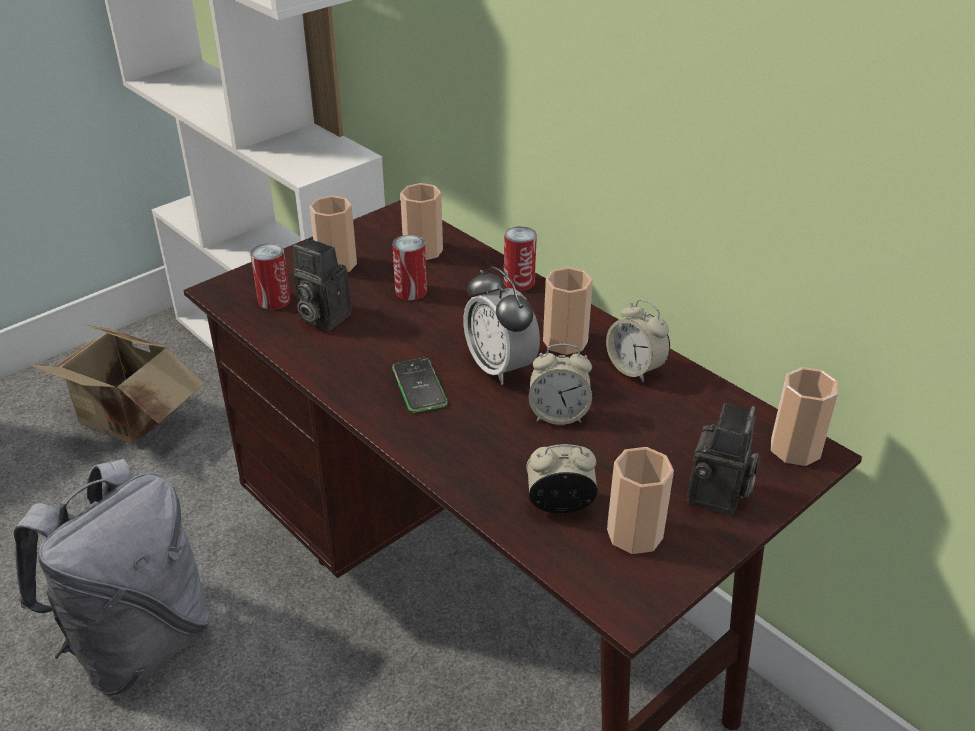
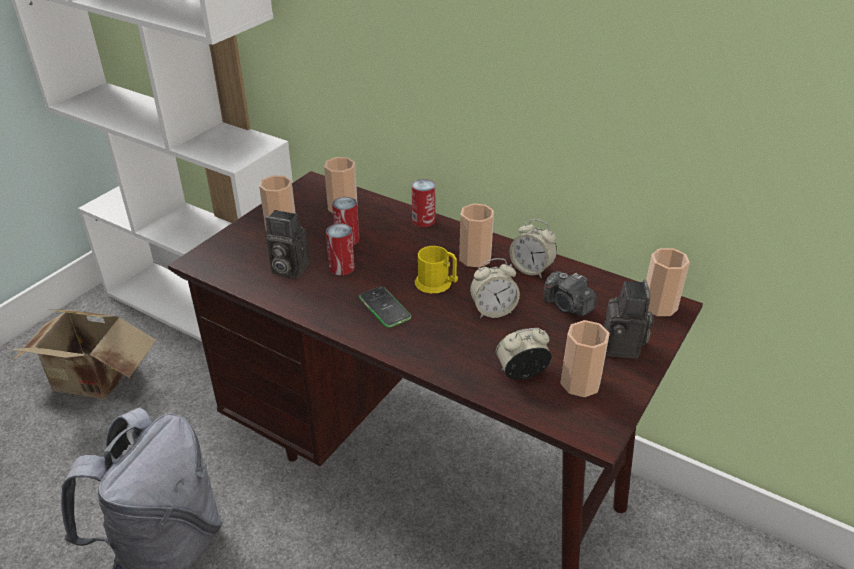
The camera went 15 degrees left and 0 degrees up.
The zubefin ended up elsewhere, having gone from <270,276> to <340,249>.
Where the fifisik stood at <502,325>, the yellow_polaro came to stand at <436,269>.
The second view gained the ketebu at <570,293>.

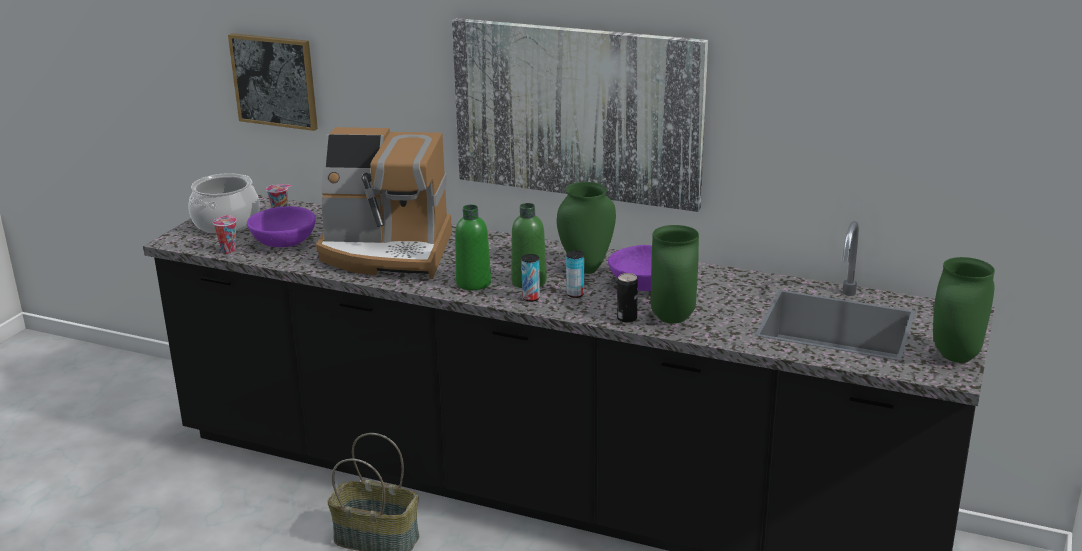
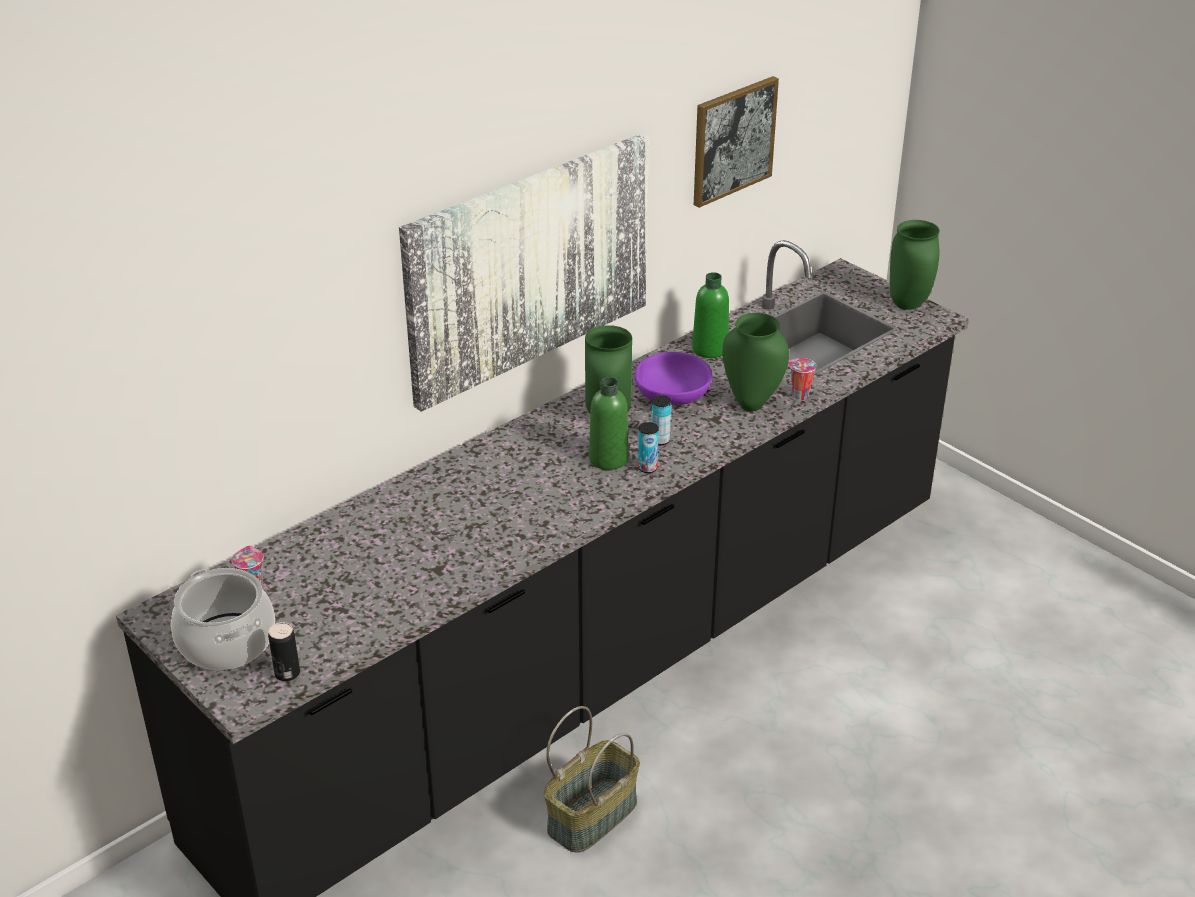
The camera went 65 degrees left and 10 degrees up.
The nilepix ended up elsewhere, having gone from <225,234> to <802,379>.
The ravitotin ended up elsewhere, having gone from <273,82> to <736,142>.
The second view lost the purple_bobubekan at <281,226>.
The second view lost the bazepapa at <384,203>.
The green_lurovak ended up elsewhere, having gone from <473,247> to <710,315>.
The zubefin ended up elsewhere, having gone from <627,298> to <284,651>.

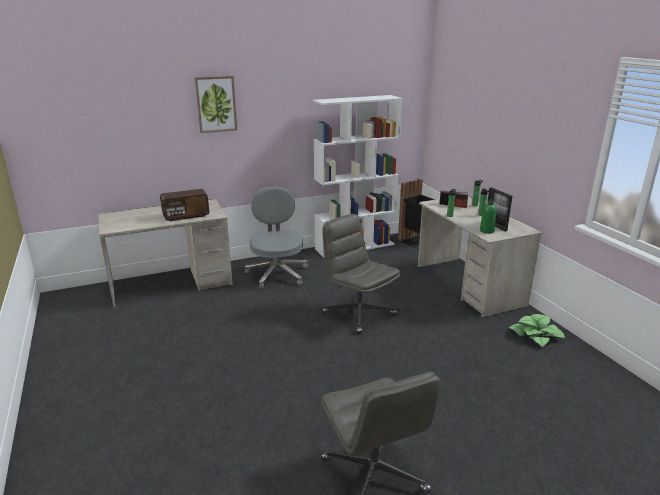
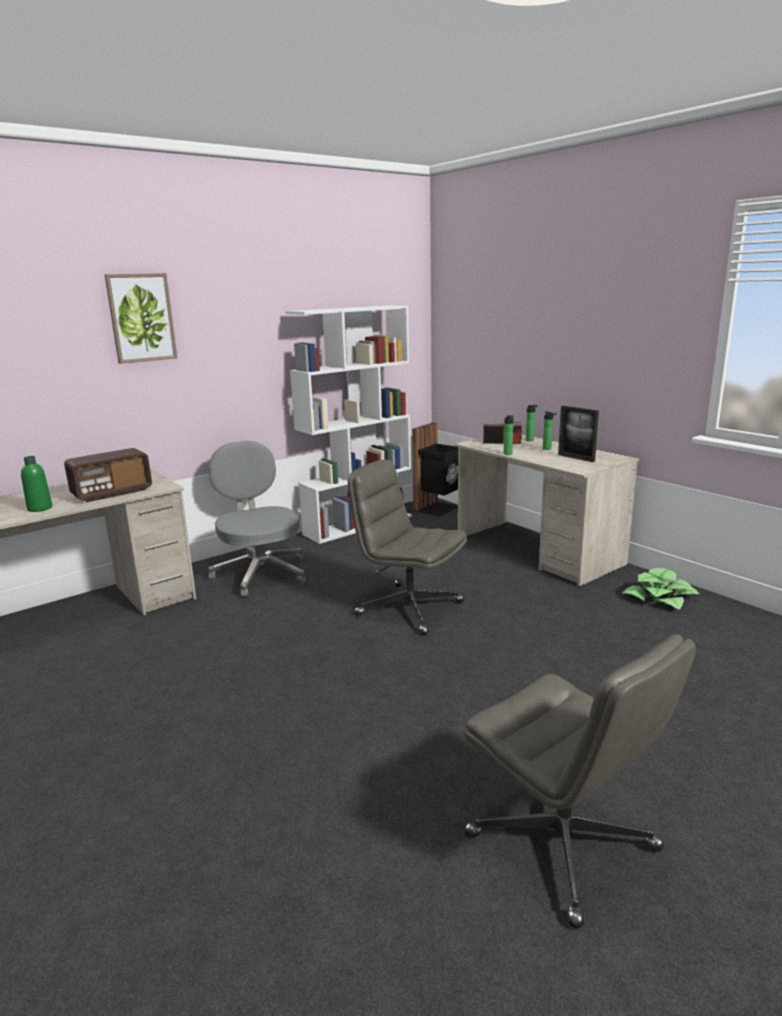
The camera went 15 degrees left and 5 degrees down.
The green_lurovak ended up elsewhere, having gone from <488,216> to <36,484>.

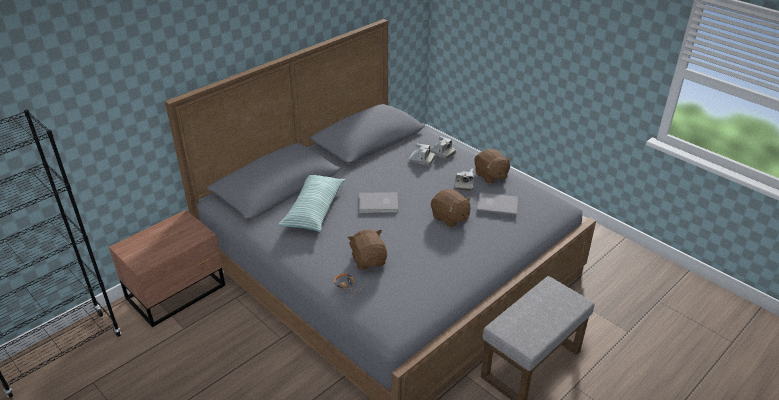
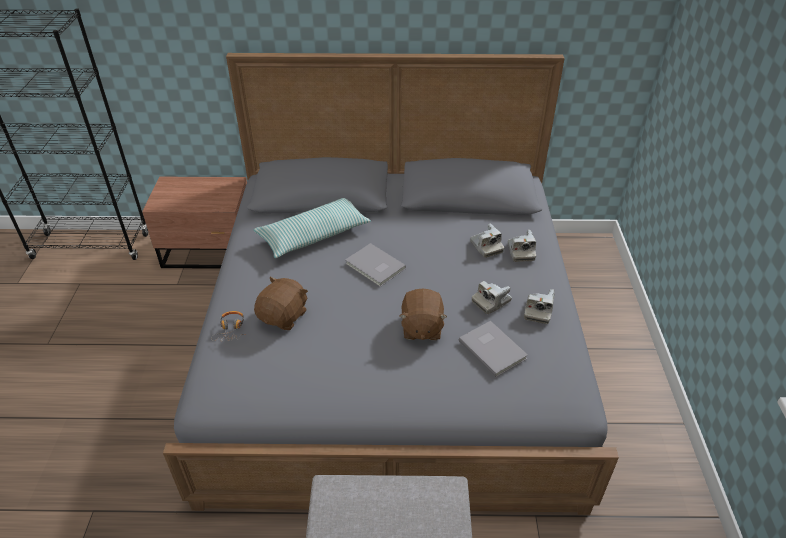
The camera went 45 degrees right and 5 degrees up.
Where the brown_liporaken stood at <493,166>, the ketebu came to stand at <539,306>.

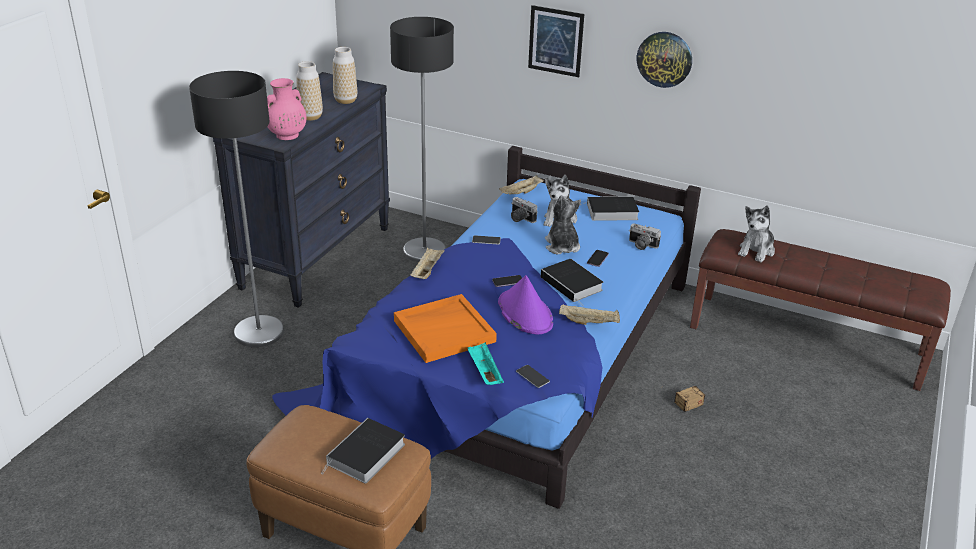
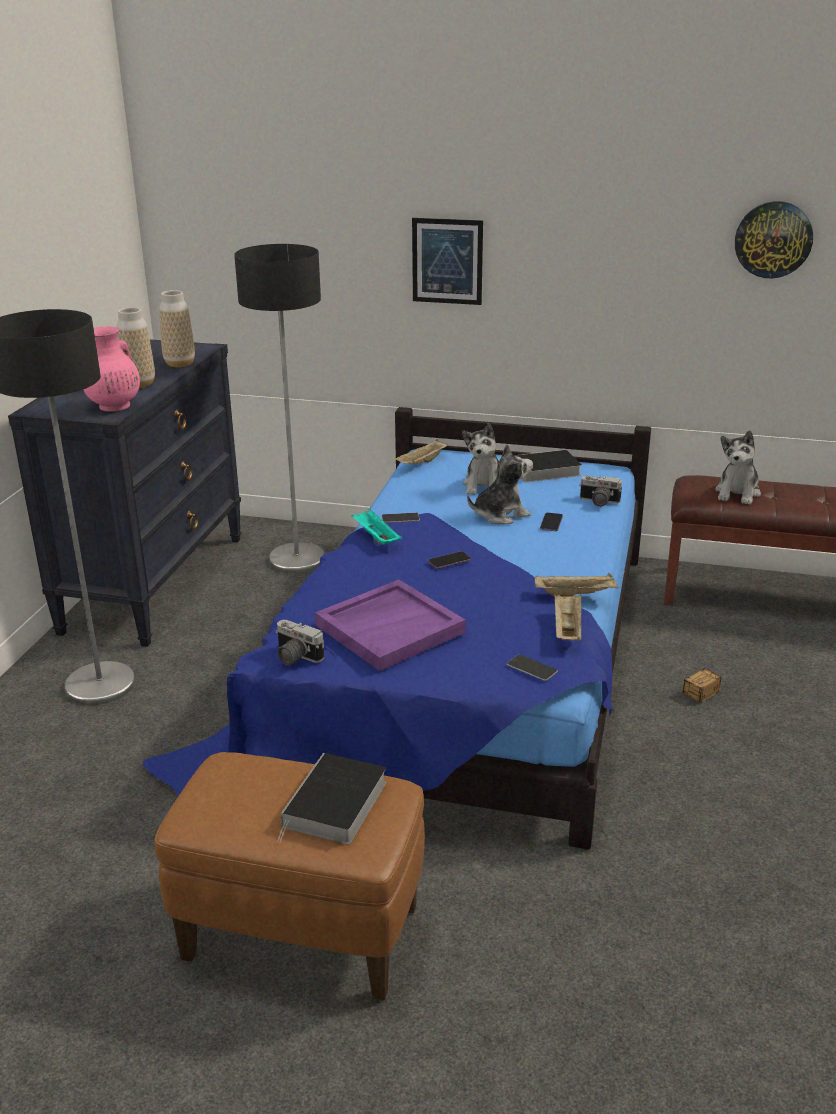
The camera went 10 degrees left and 5 degrees down.
What was the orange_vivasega at <445,328> turned into the purple_vivasega at <390,625>.
The beige_vivasega ended up elsewhere, having gone from <428,263> to <568,617>.
The turquoise_vivasega ended up elsewhere, having gone from <485,363> to <377,527>.
The second view lost the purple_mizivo at <525,305>.
The ketebu ended up elsewhere, having gone from <524,210> to <299,642>.
The second view lost the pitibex at <572,282>.
The liporaken at <563,224> ended up facing another way, 90 degrees clockwise from before.
The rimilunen ended up elsewhere, having gone from <664,60> to <774,240>.

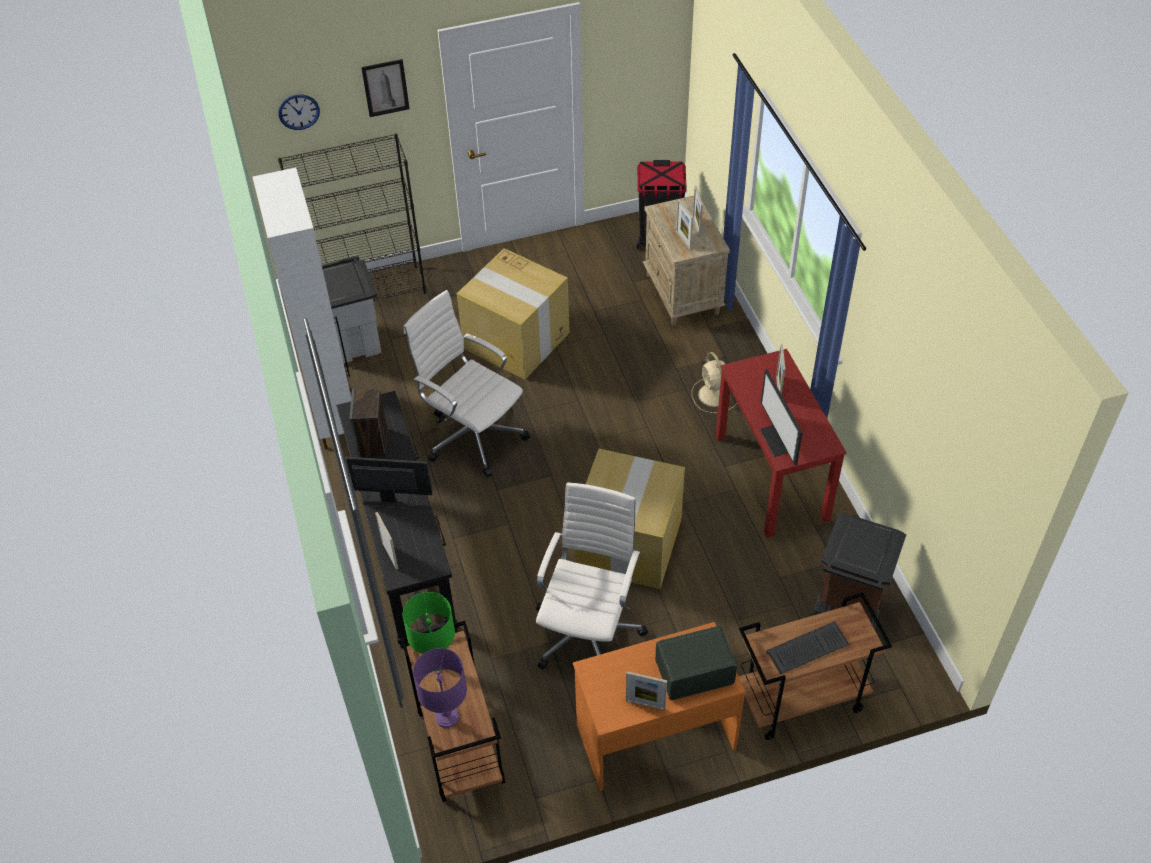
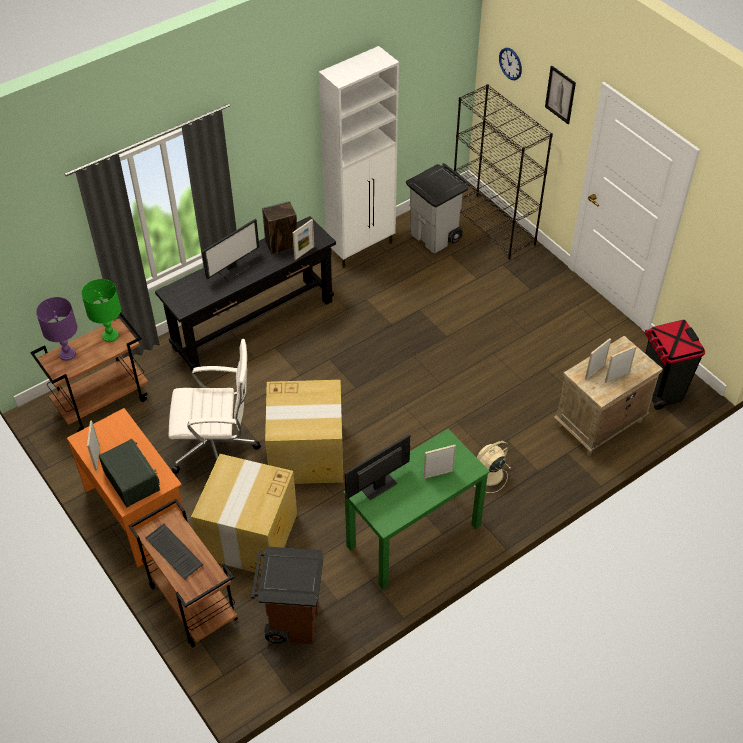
The camera went 70 degrees right and 0 degrees up.
The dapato at <388,483> ended up facing another way, 60 degrees clockwise from before.
The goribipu ended up elsewhere, having gone from <386,541> to <303,239>.
The second view lost the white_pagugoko at <466,383>.
The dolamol ended up elsewhere, having gone from <513,314> to <244,514>.
What was the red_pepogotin at <781,443> turned into the green_pepogotin at <416,509>.

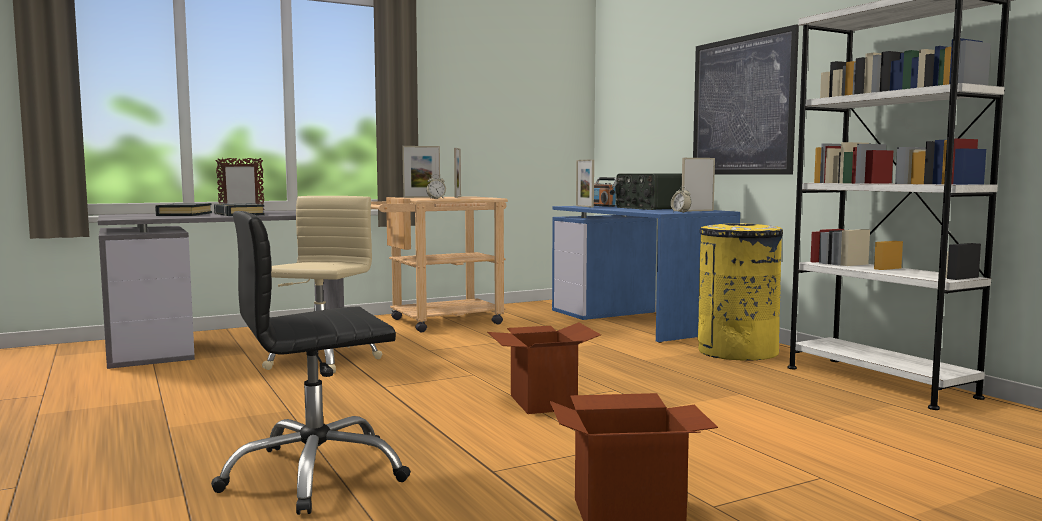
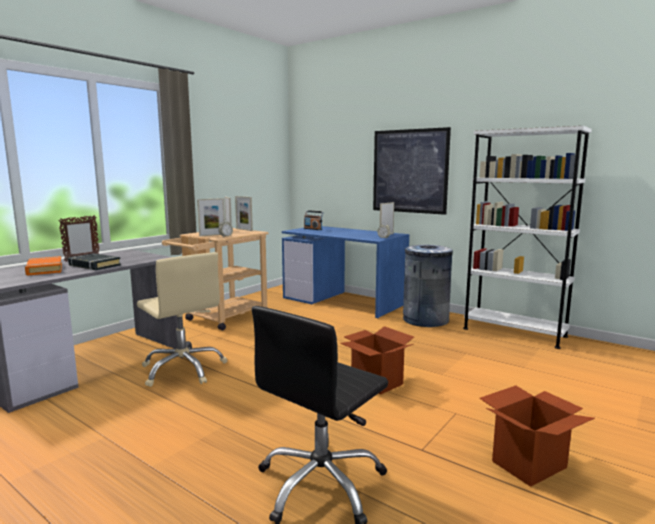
The camera went 25 degrees left and 5 degrees up.
What was the black_pitibex at <183,209> turned into the orange_pitibex at <43,265>.
The beige_pagugoko at <322,284> ended up facing another way, 150 degrees clockwise from before.
The goribipu ended up elsewhere, having gone from <585,183> to <244,213>.
The second view lost the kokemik at <648,191>.
What was the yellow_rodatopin at <740,292> turned into the grey_rodatopin at <428,286>.

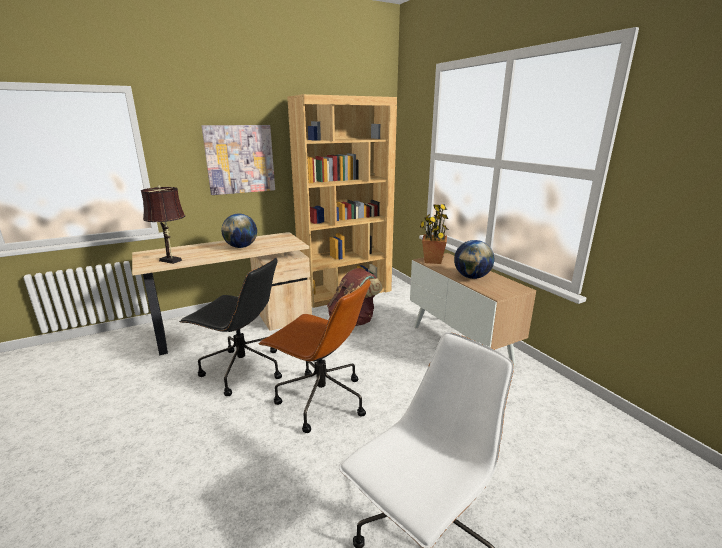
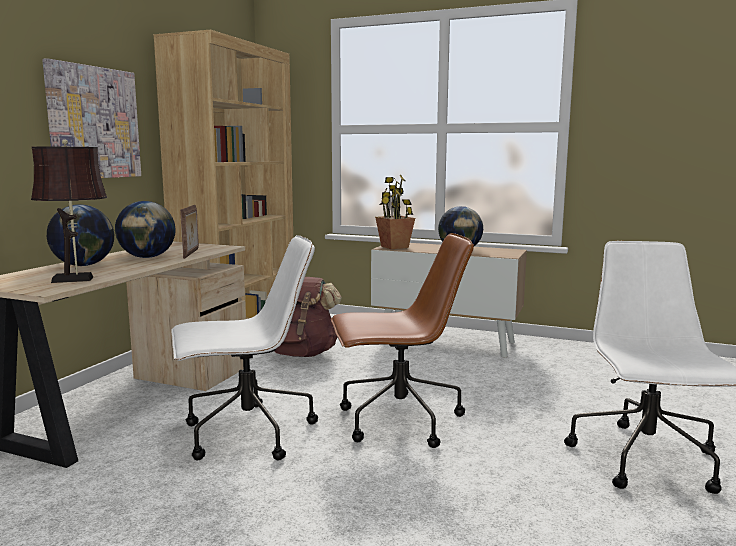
The camera went 40 degrees left and 10 degrees down.
What was the black_pagugoko at <230,326> turned into the white_pagugoko at <244,348>.
The second view gained the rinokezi at <80,235>.
The second view gained the goribipu at <189,232>.

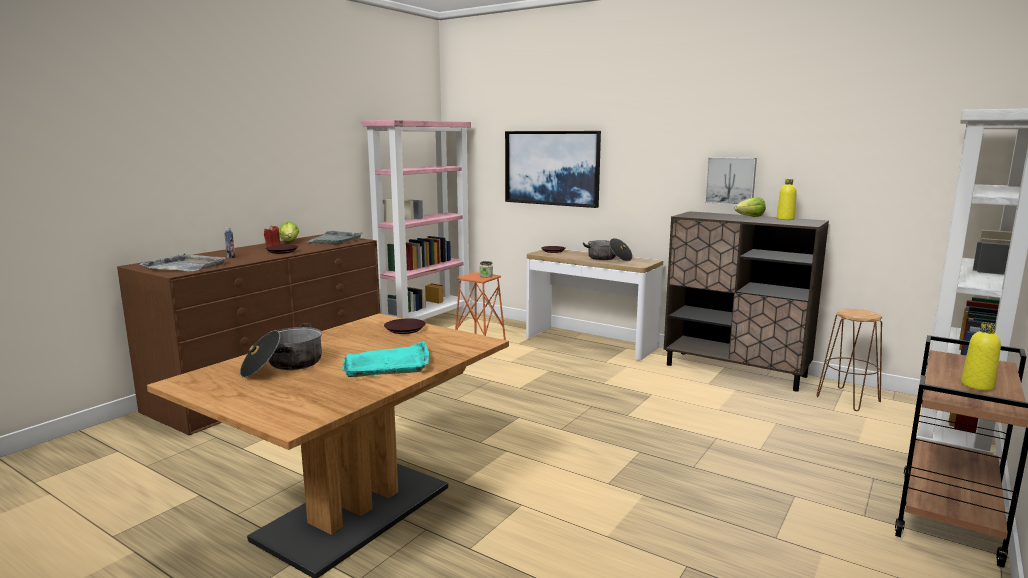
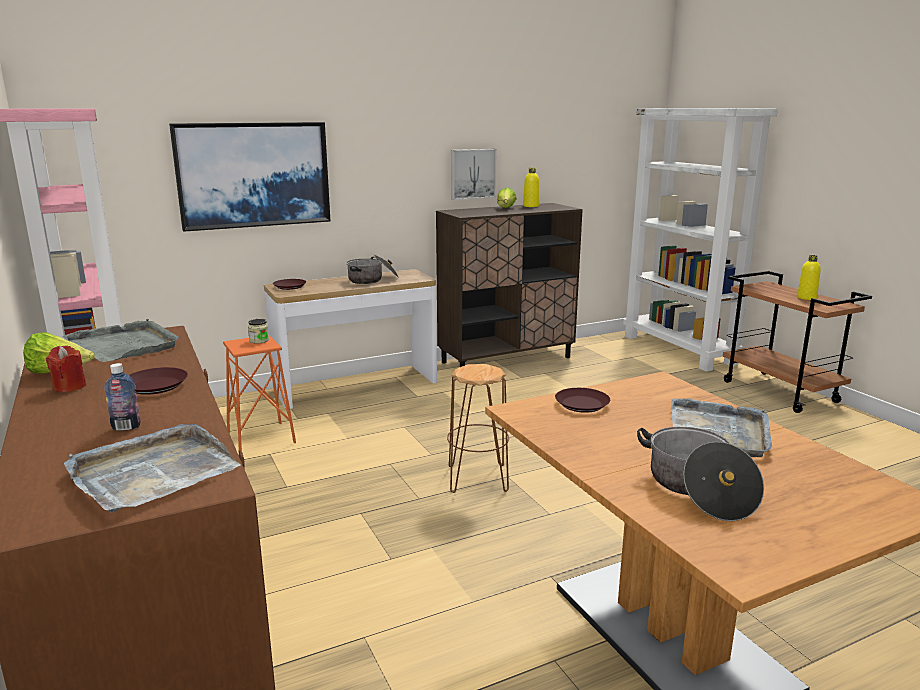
The camera went 60 degrees left and 5 degrees up.
What was the turquoise_vivasega at <386,359> turned into the grey_vivasega at <721,428>.
The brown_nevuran ended up elsewhere, having gone from <849,360> to <478,428>.

